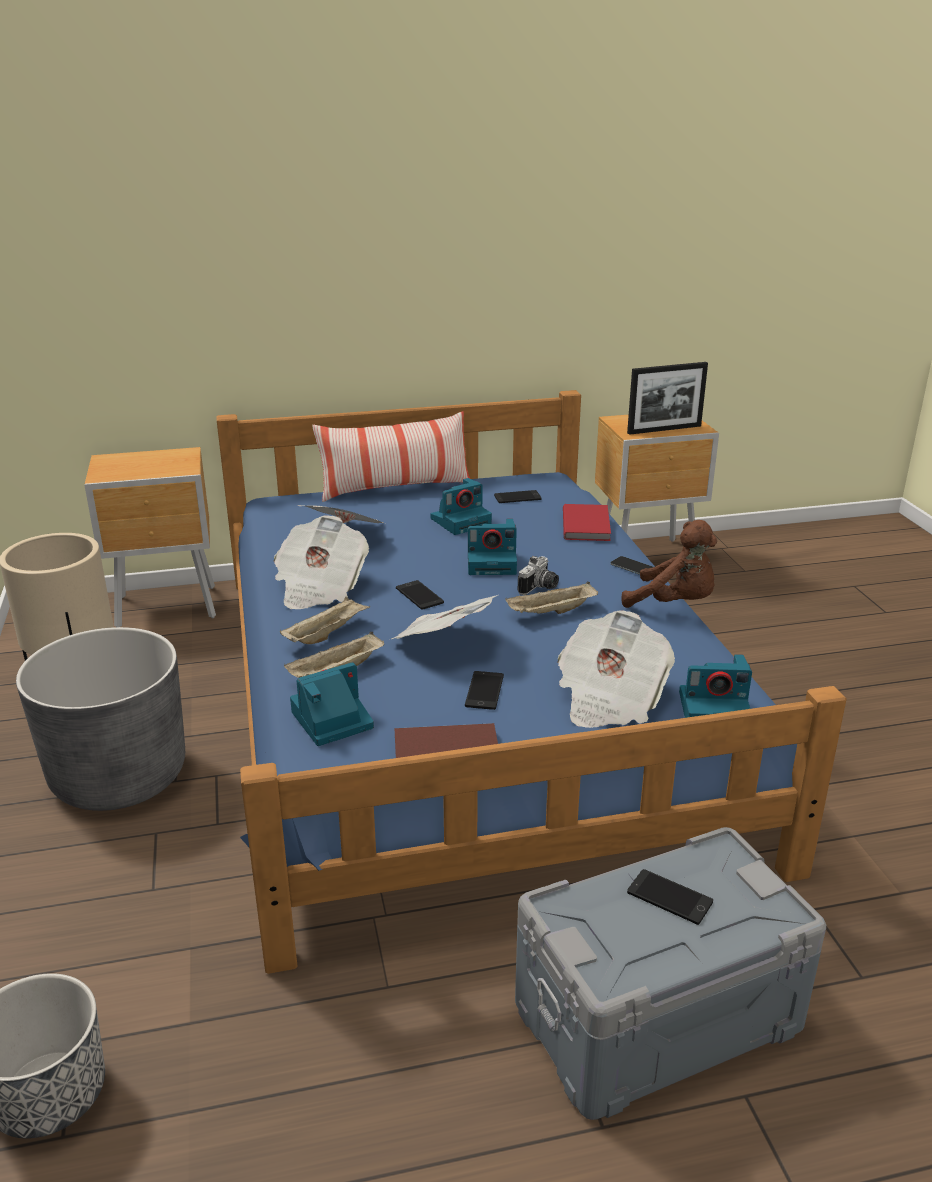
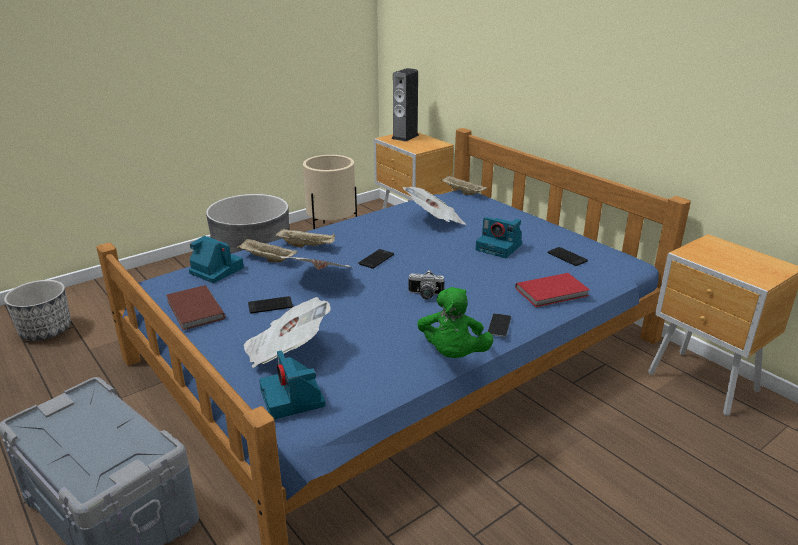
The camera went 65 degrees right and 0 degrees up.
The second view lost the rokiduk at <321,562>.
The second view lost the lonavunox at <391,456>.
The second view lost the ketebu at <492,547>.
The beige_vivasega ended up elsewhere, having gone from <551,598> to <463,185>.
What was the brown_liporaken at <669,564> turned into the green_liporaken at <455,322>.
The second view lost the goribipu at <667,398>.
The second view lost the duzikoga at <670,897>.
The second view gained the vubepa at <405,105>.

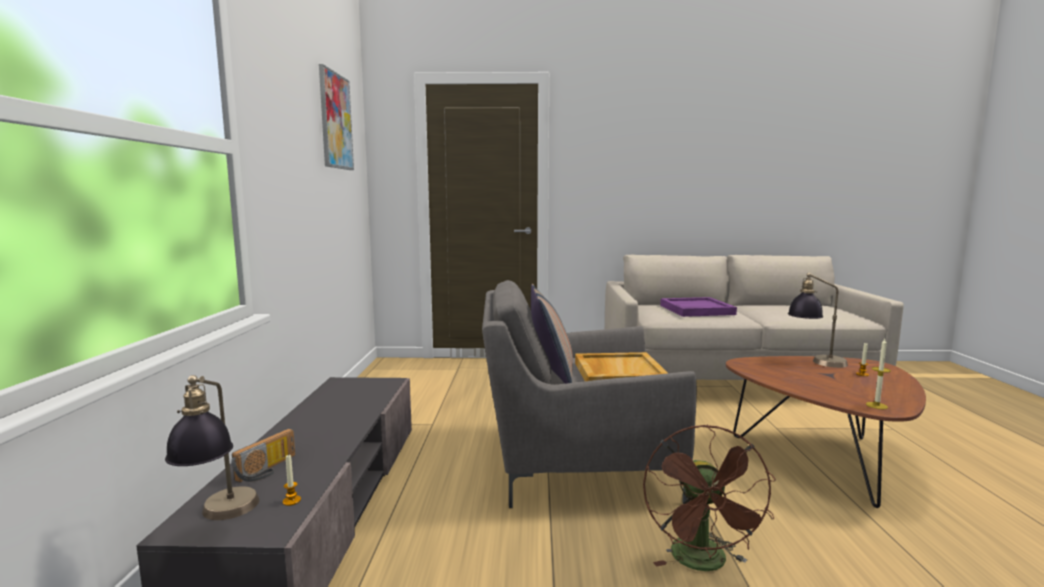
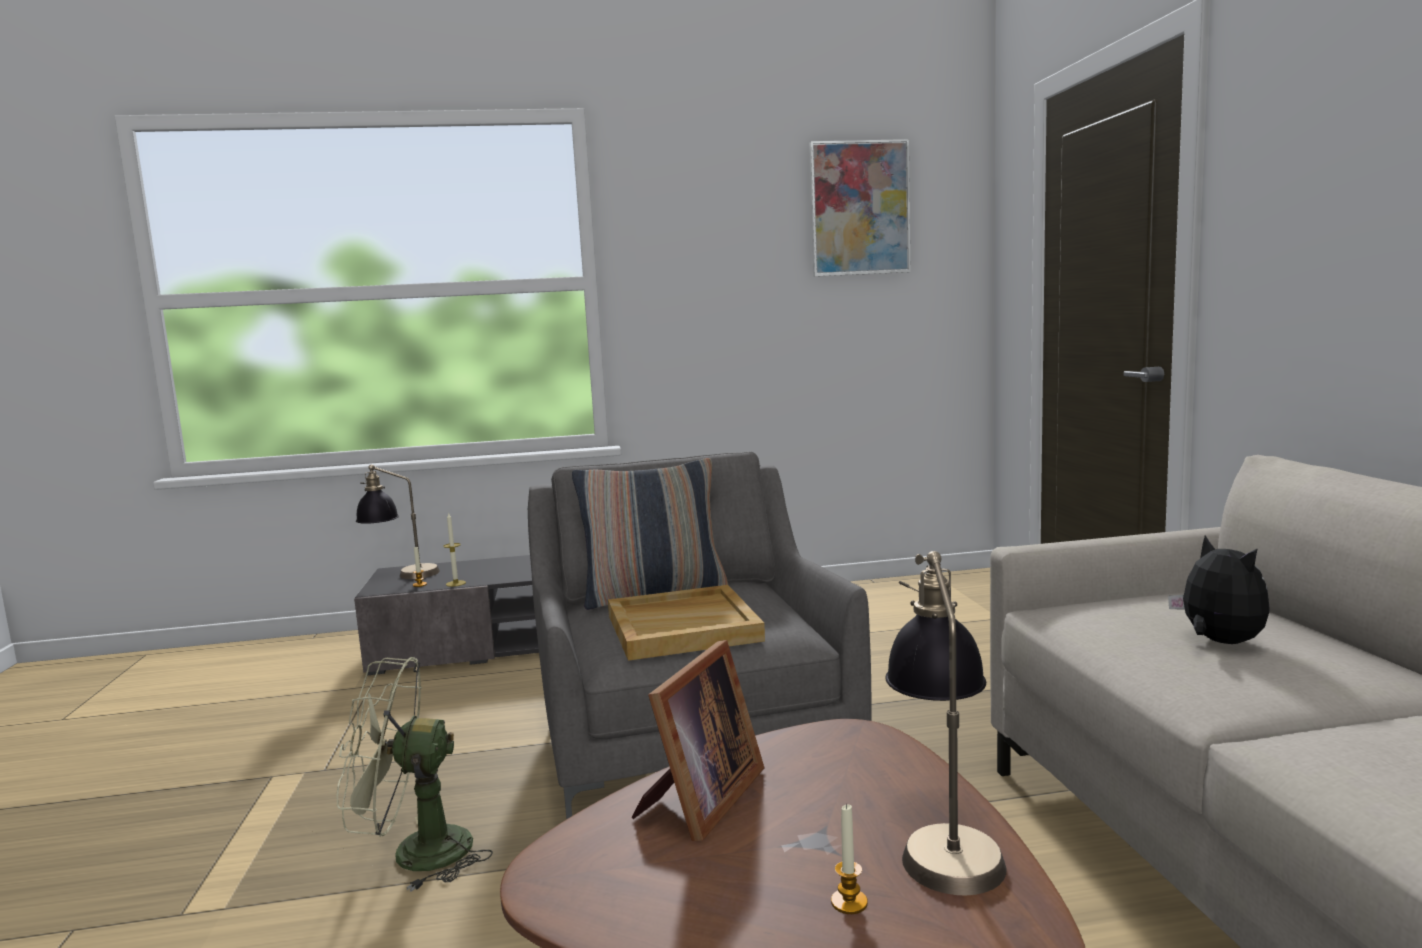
The camera went 80 degrees right and 0 degrees up.
The second view lost the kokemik at <263,455>.
What was the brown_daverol at <709,497> turned into the green_daverol at <415,774>.
Where the purple_vivasega stood at <698,307>, the liporaken came to stand at <1219,590>.
The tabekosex ended up elsewhere, having gone from <878,374> to <454,549>.
The second view gained the goribipu at <698,740>.

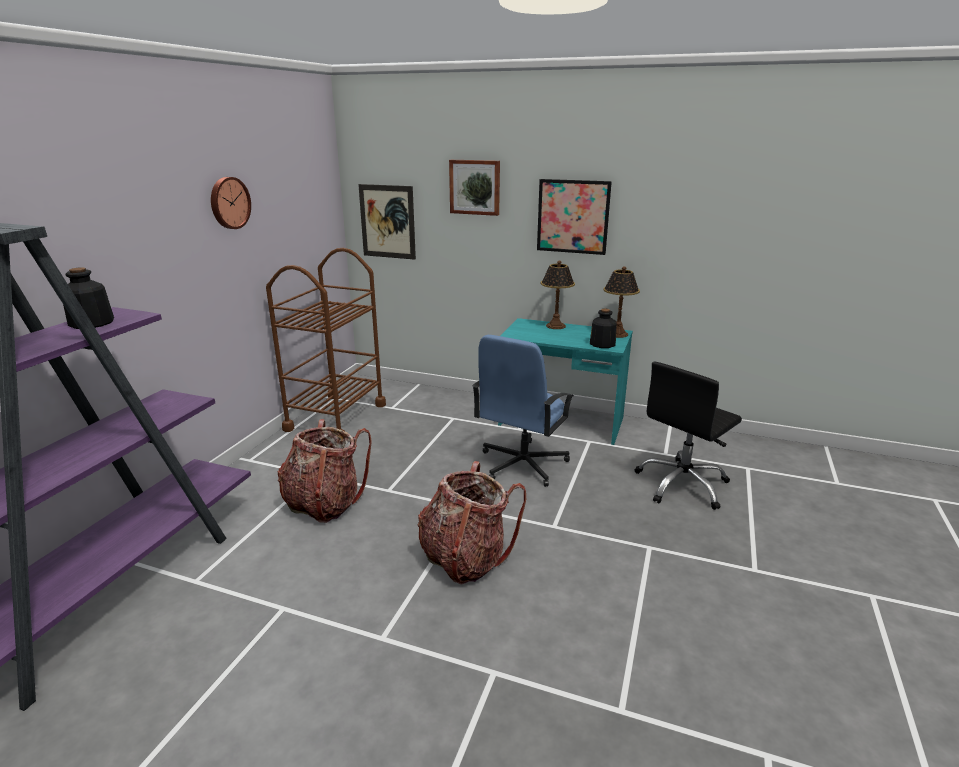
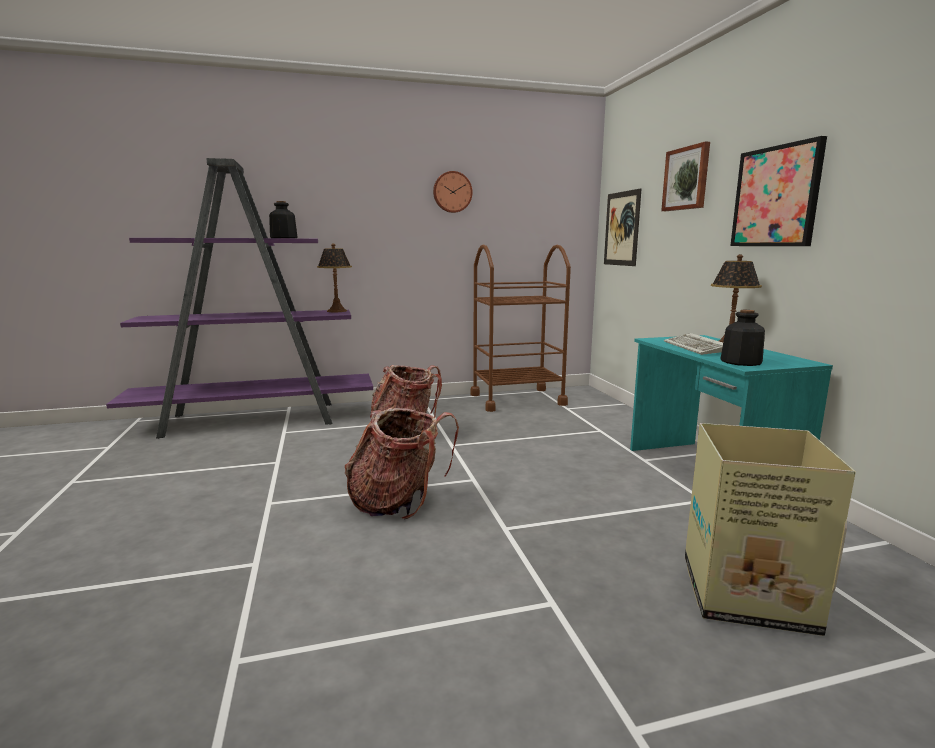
The camera went 55 degrees right and 10 degrees down.
The second view lost the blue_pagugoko at <523,411>.
The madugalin ended up elsewhere, having gone from <621,302> to <334,278>.
Where the black_pagugoko stood at <688,436>, the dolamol came to stand at <770,529>.
The second view gained the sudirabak at <693,344>.

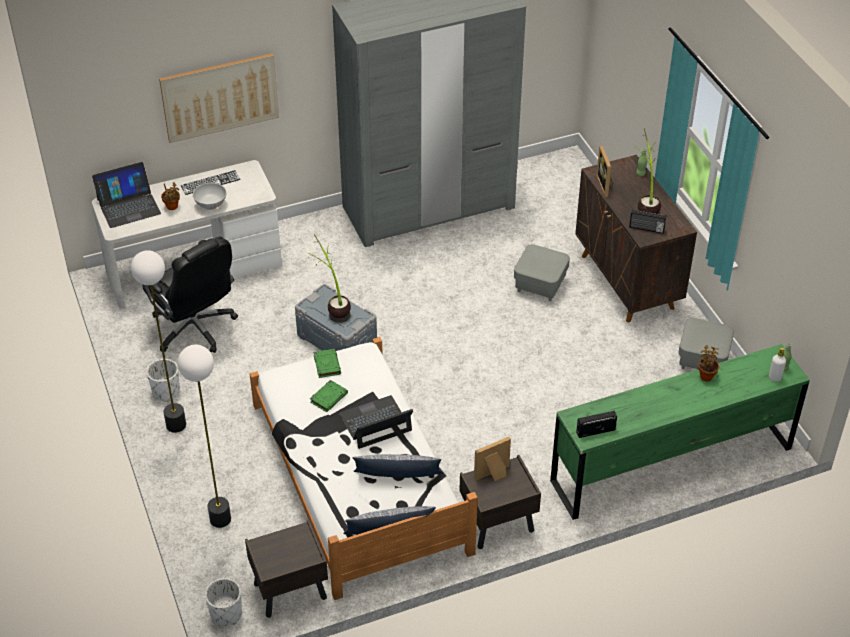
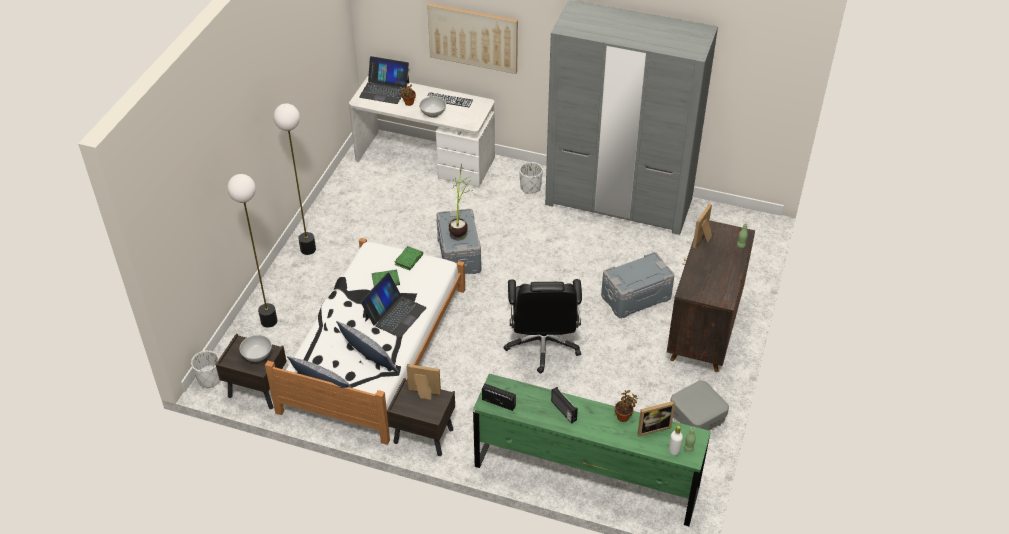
The camera went 40 degrees right and 0 degrees up.
The black_pagugoko ended up elsewhere, having gone from <190,294> to <542,326>.
The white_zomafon ended up elsewhere, having gone from <163,380> to <531,178>.
The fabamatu at <376,422> ended up facing another way, 105 degrees clockwise from before.
Where the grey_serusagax stood at <542,272>, the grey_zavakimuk came to stand at <637,285>.
The kokemik ended up elsewhere, having gone from <647,221> to <564,405>.
The second view lost the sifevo at <646,171>.
The second view gained the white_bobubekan at <255,348>.
The second view gained the goribipu at <656,418>.

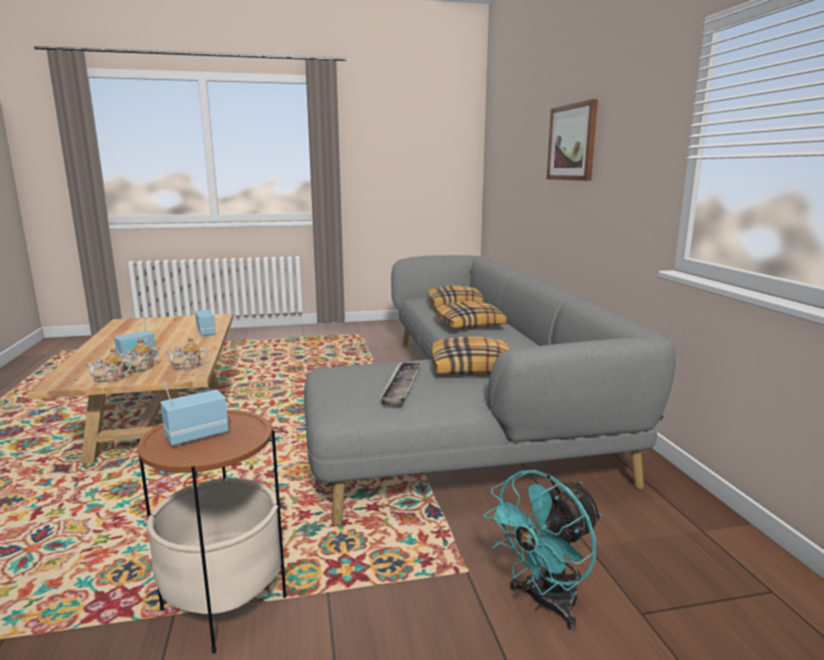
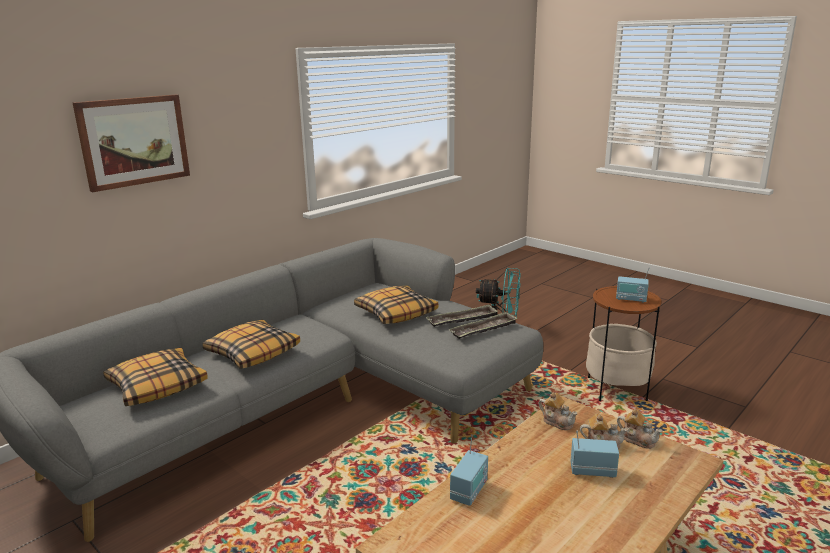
The camera went 125 degrees left and 5 degrees up.
The second view gained the vivasega at <483,325>.

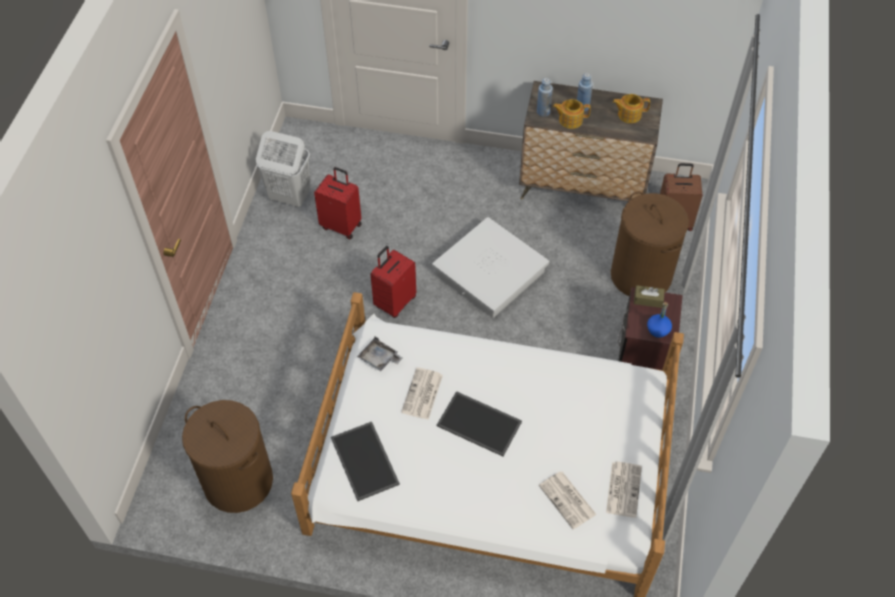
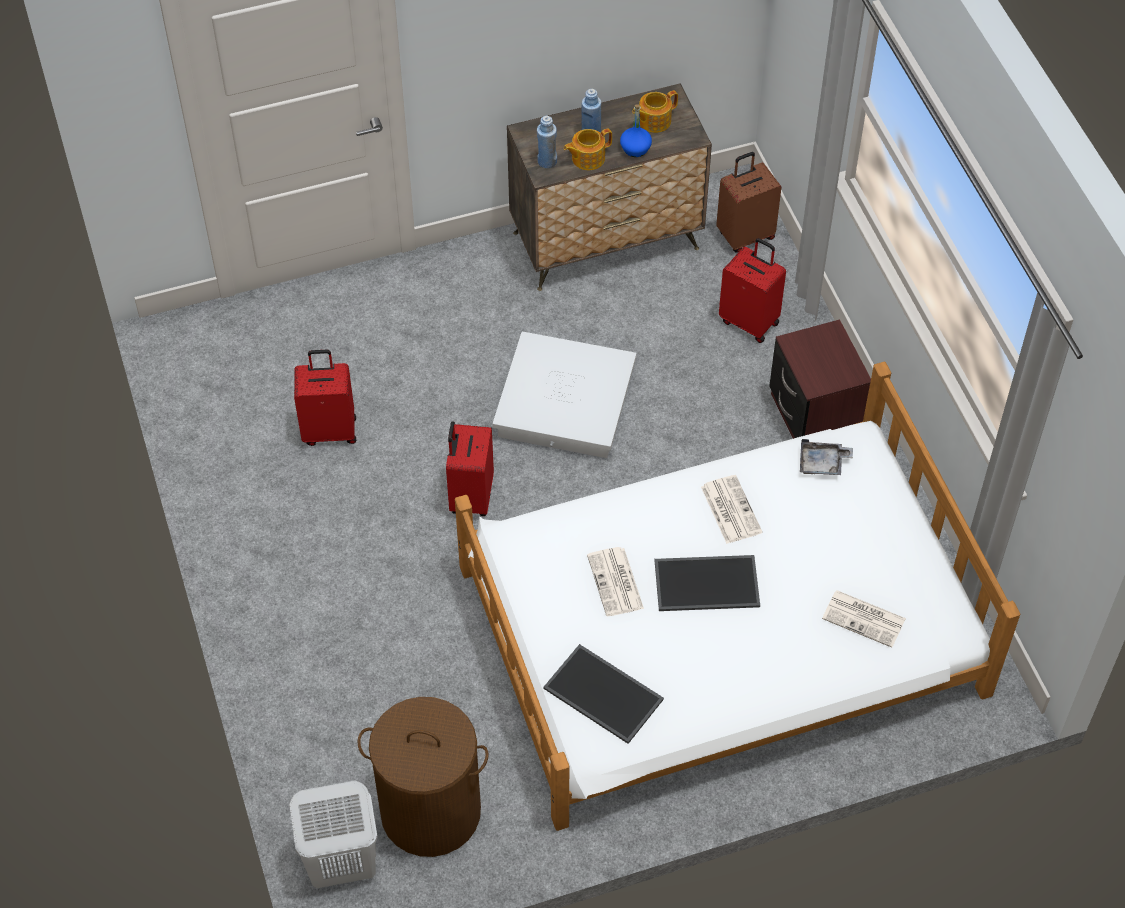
The camera went 30 degrees left and 0 degrees up.
The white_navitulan ended up elsewhere, having gone from <283,169> to <333,834>.
The grey_vivasega ended up elsewhere, having gone from <379,354> to <826,457>.
The rokiduk ended up elsewhere, having gone from <624,490> to <731,509>.
Where the brown_navitulan stood at <650,244>, the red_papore came to stand at <752,290>.
The second view lost the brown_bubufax at <649,296>.
The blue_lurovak ended up elsewhere, having gone from <659,320> to <636,130>.

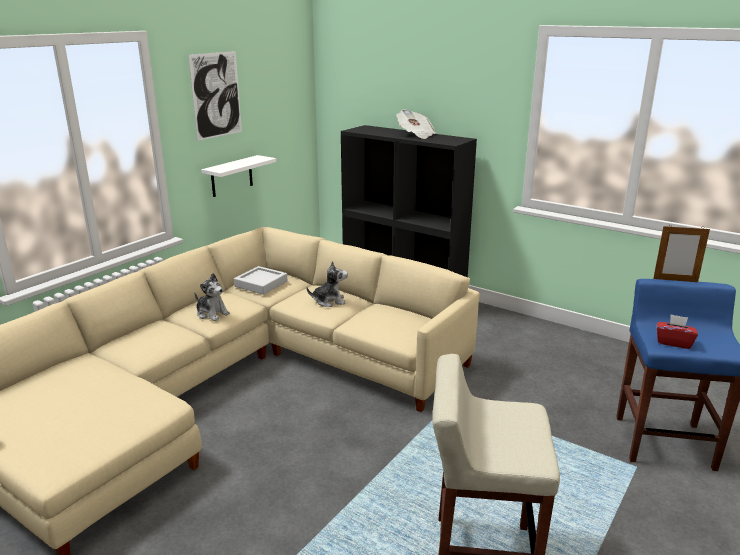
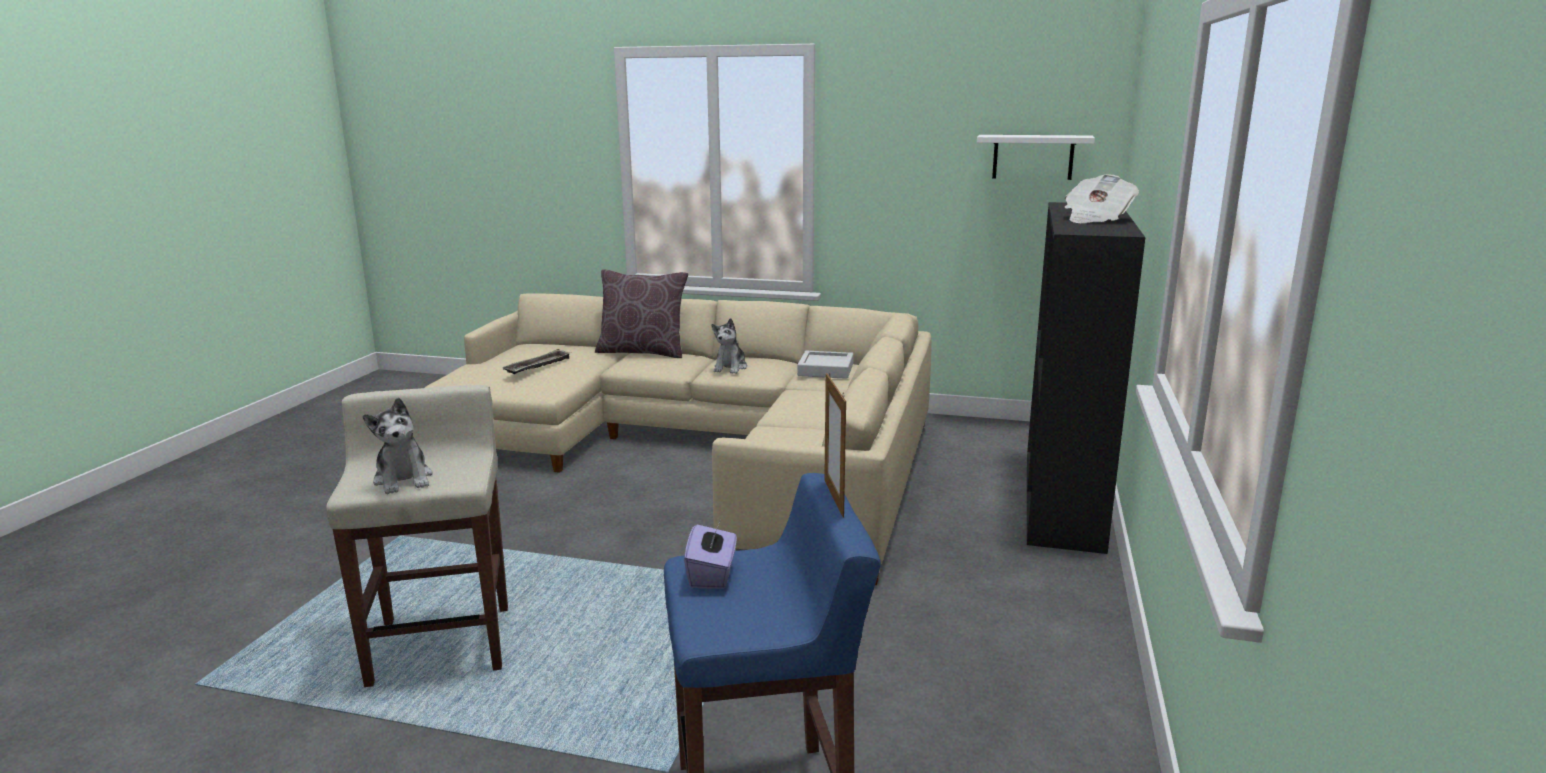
The camera went 70 degrees right and 5 degrees down.
The second view lost the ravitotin at <215,96>.
The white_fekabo ended up elsewhere, having gone from <238,176> to <1036,157>.
The liporaken ended up elsewhere, having gone from <327,284> to <397,445>.
What was the red_bubufax at <677,331> turned into the purple_bubufax at <710,554>.
The second view gained the vivasega at <536,361>.
The second view gained the brown_lonavunox at <641,313>.

